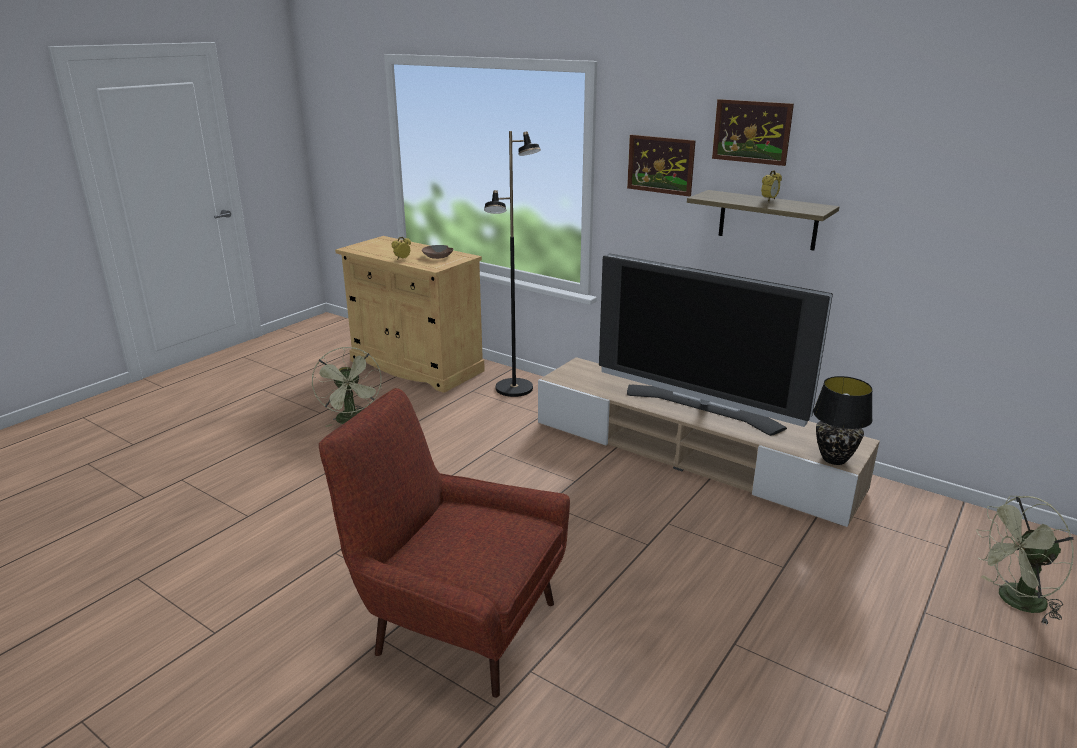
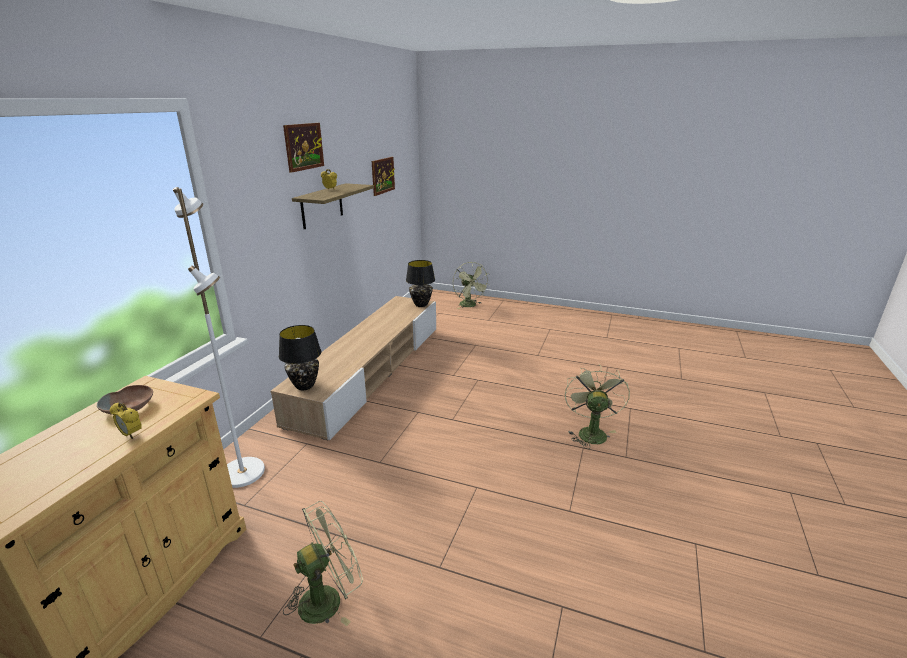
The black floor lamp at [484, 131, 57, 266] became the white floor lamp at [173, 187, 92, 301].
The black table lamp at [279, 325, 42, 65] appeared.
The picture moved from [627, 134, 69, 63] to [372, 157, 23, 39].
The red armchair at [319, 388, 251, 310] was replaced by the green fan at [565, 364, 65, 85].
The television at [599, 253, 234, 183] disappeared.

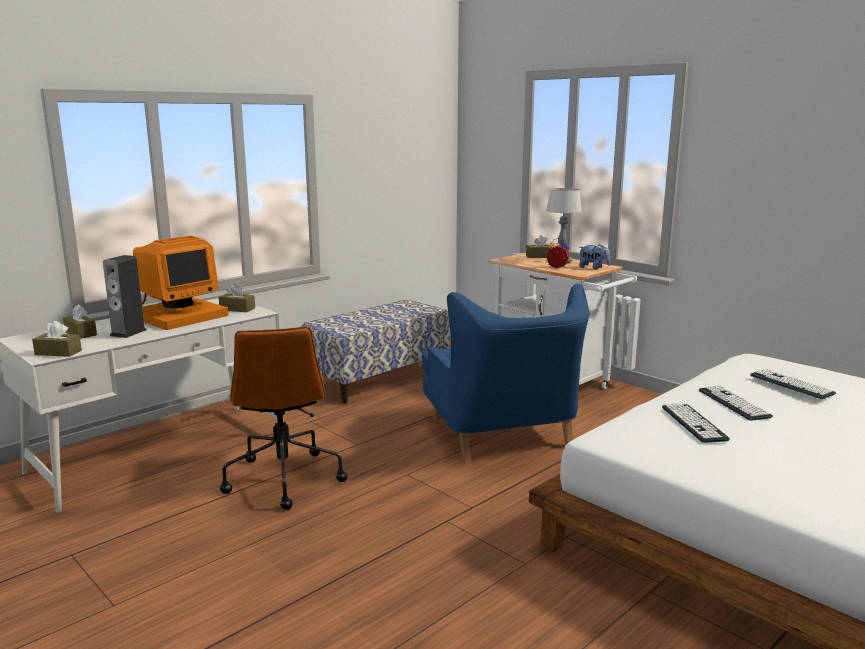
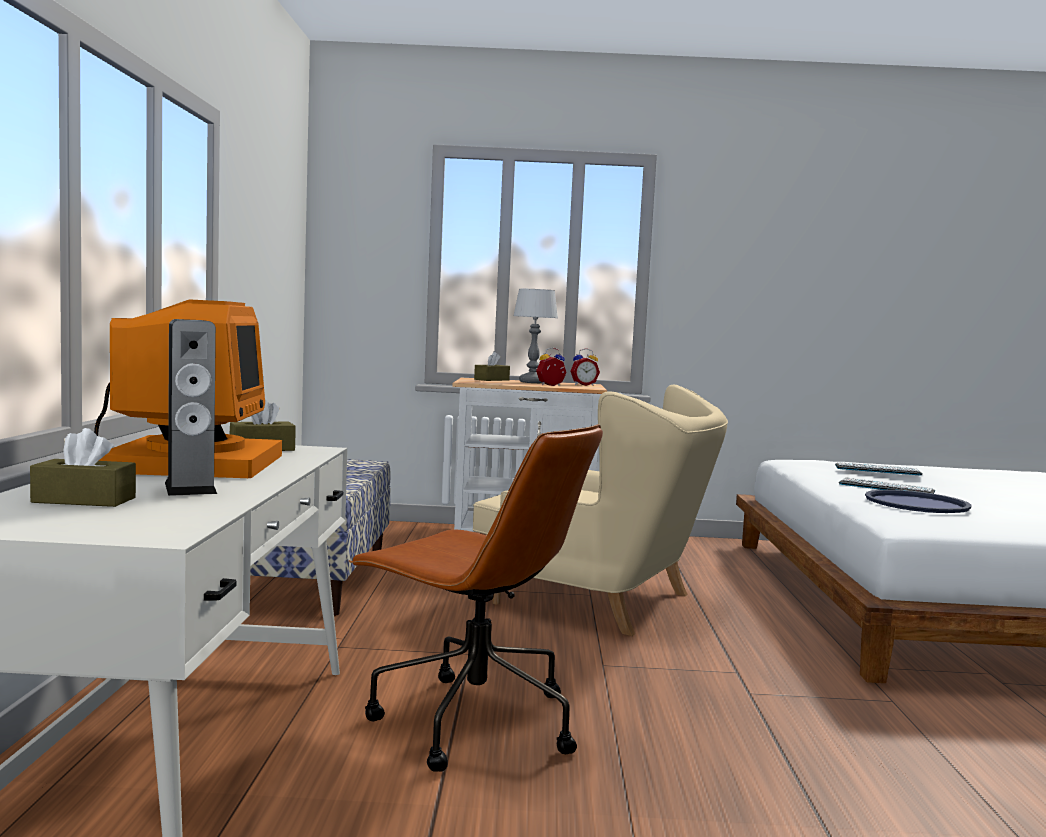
The blue armchair at [422, 284, 168, 180] became the beige armchair at [473, 385, 255, 251].
The plush toy at [579, 244, 31, 26] was replaced by the alarm clock at [570, 348, 30, 38].
The keyboard at [662, 403, 68, 40] was replaced by the blue tray at [865, 490, 106, 23].
The brown tissue box at [32, 321, 50, 36] disappeared.

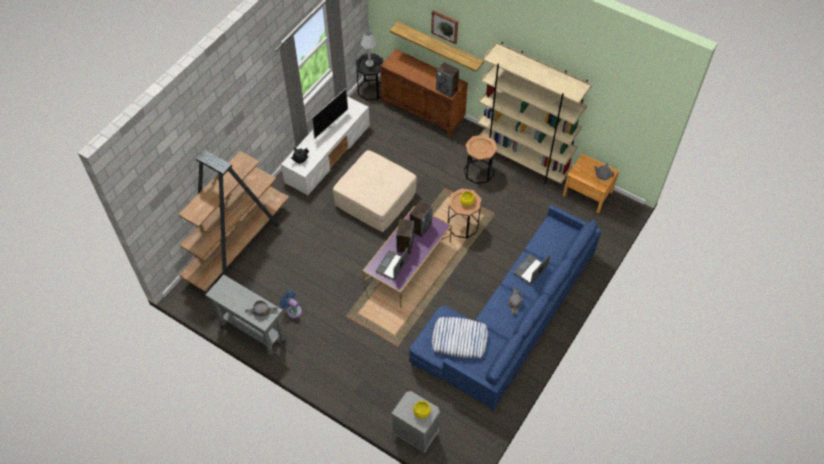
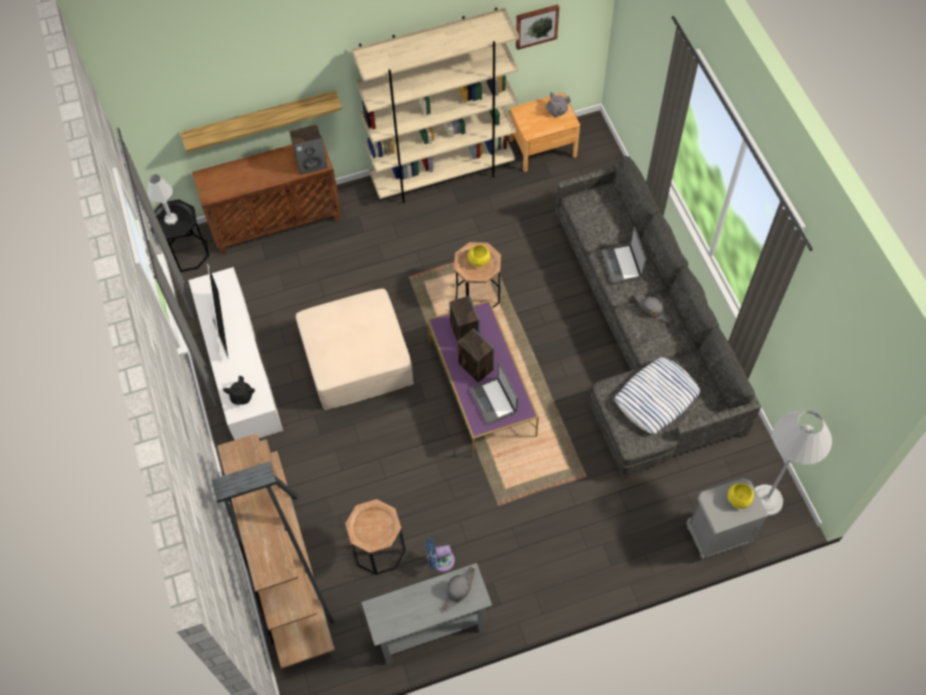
The brown side table moved from [464, 135, 33, 49] to [345, 499, 61, 76].
The picture moved from [431, 10, 27, 34] to [516, 5, 43, 45].
The blue sofa at [409, 205, 193, 208] became the grey sofa at [555, 156, 206, 323].
The white floor lamp at [755, 411, 77, 105] appeared.

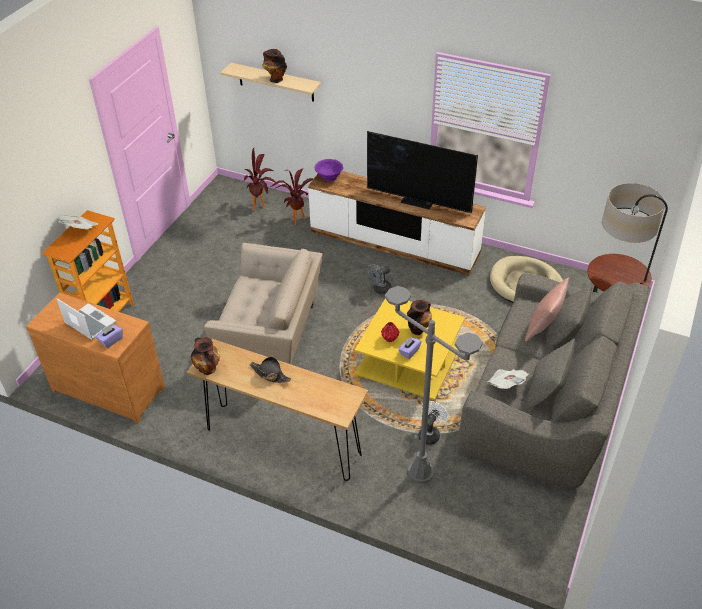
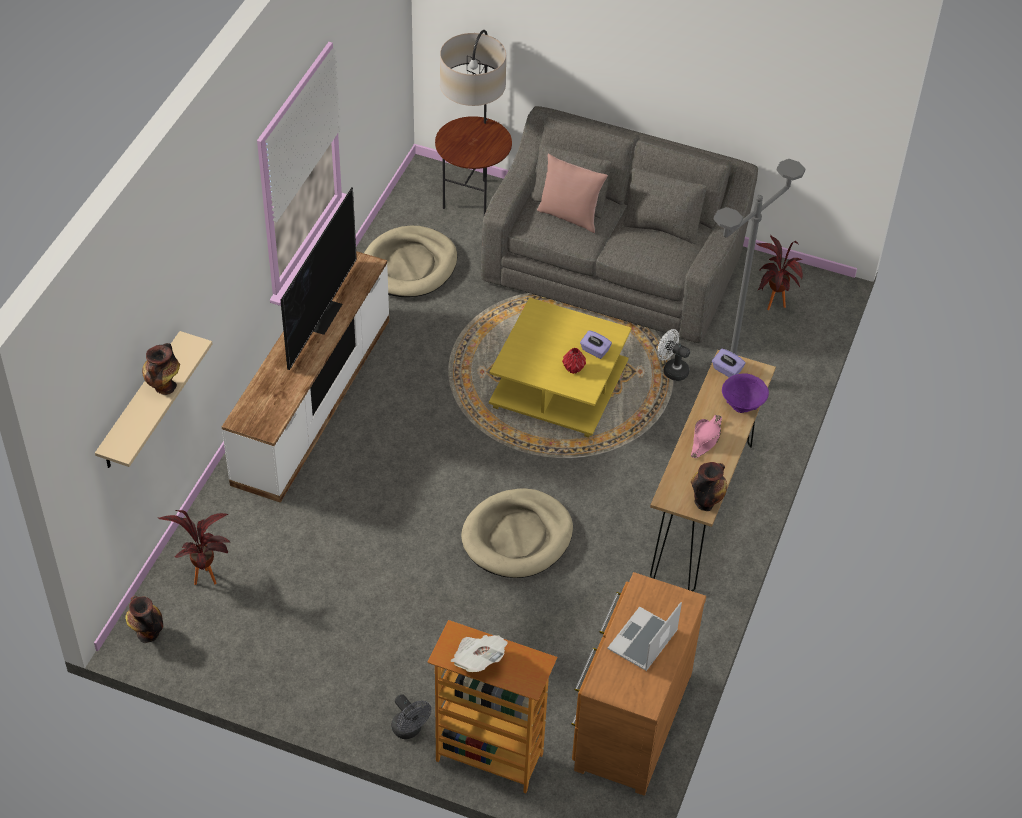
The vase moved from [407, 300, 25, 35] to [125, 596, 38, 47].
The grey fan moved from [367, 264, 25, 30] to [391, 694, 40, 45].
The beige armchair at [204, 243, 118, 121] was replaced by the beige dog bed at [461, 488, 112, 90].
The black hat at [250, 357, 41, 26] became the pink hat at [691, 415, 31, 43].
The purple tissue box moved from [96, 324, 27, 24] to [712, 349, 33, 29].
The purple bowl moved from [315, 159, 29, 23] to [722, 373, 47, 40].
The potted plant moved from [270, 168, 44, 57] to [756, 235, 47, 75].
The newspaper at [487, 369, 42, 20] disappeared.

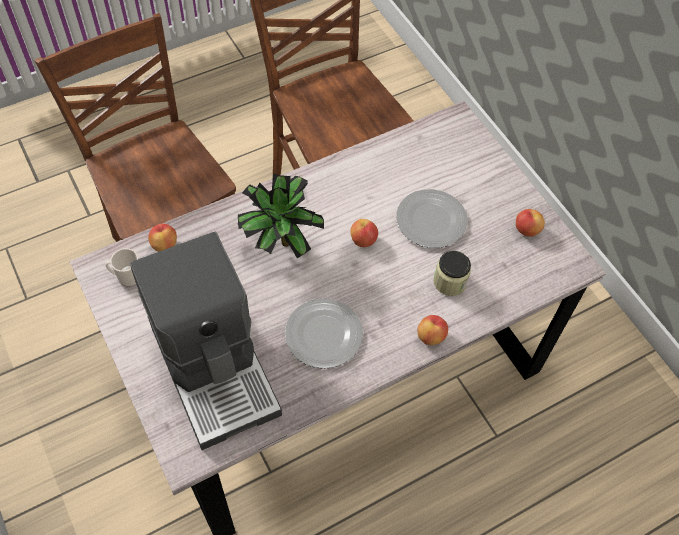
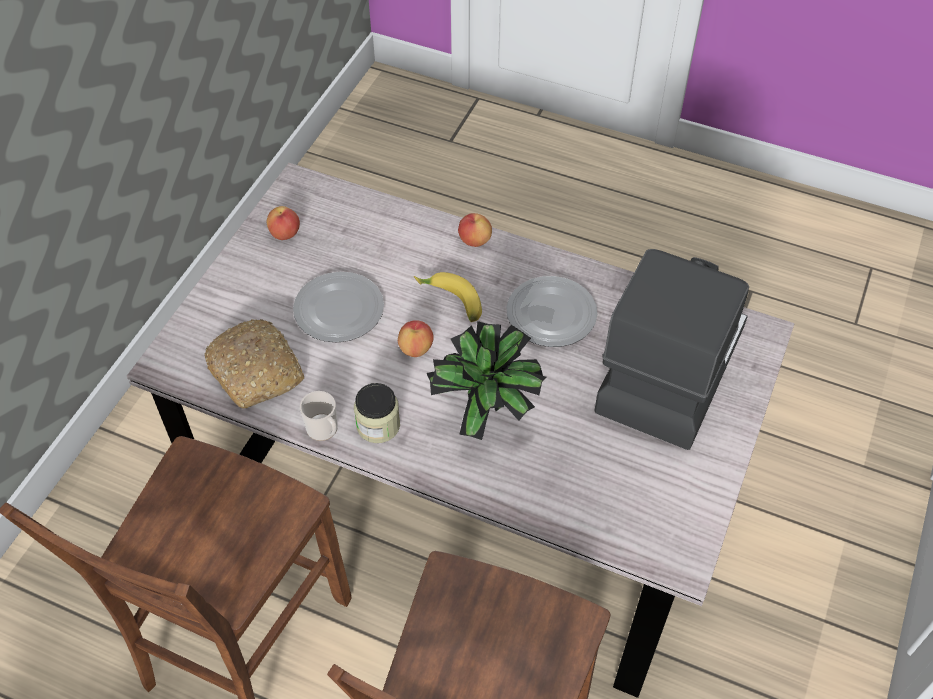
The bread at [204, 319, 100, 90] appeared.
The mug moved from [105, 248, 34, 39] to [300, 391, 38, 50].
The jar moved from [433, 251, 38, 45] to [354, 383, 46, 60].
The banana at [414, 272, 68, 50] appeared.
The apple at [148, 224, 29, 28] disappeared.

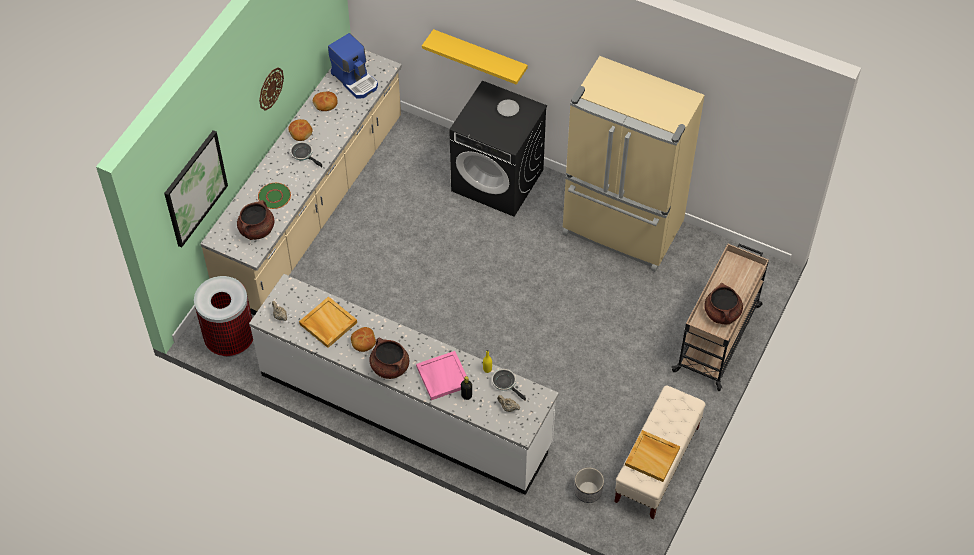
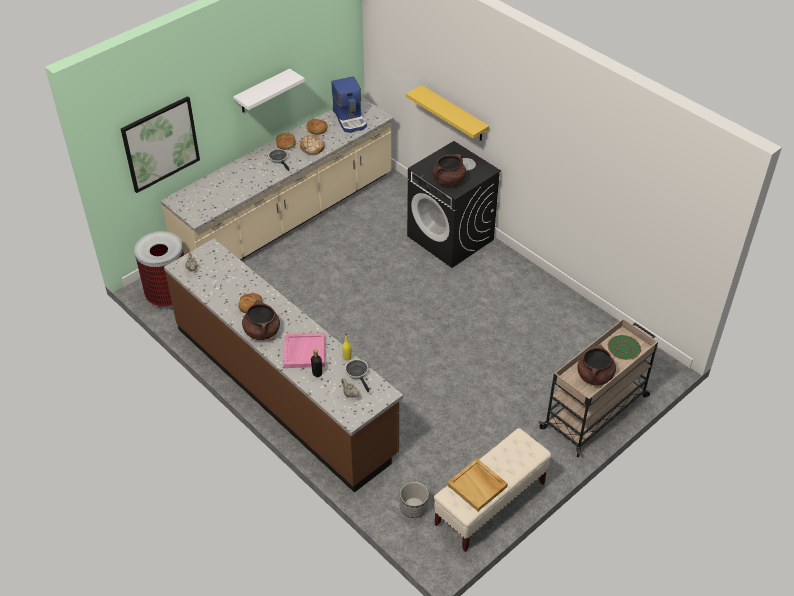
The white counter at [249, 274, 310, 221] became the brown counter at [164, 239, 239, 254].
The wall clock at [259, 67, 25, 44] was replaced by the white shelf at [233, 69, 72, 43].
The bread at [300, 134, 25, 21] appeared.
The brown cooking pot moved from [237, 200, 37, 40] to [433, 154, 33, 32].
The green plate moved from [258, 183, 33, 26] to [608, 335, 33, 25].
The beige tray at [299, 296, 58, 52] disappeared.
The beige fridge at [562, 56, 143, 216] disappeared.

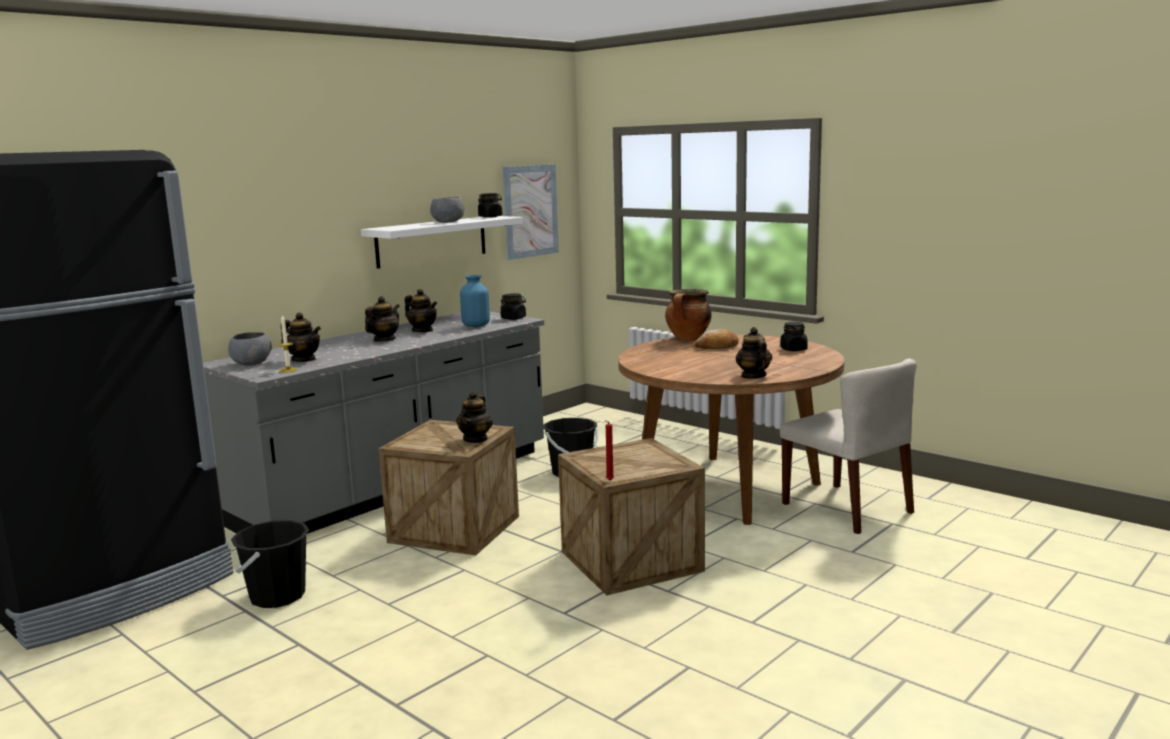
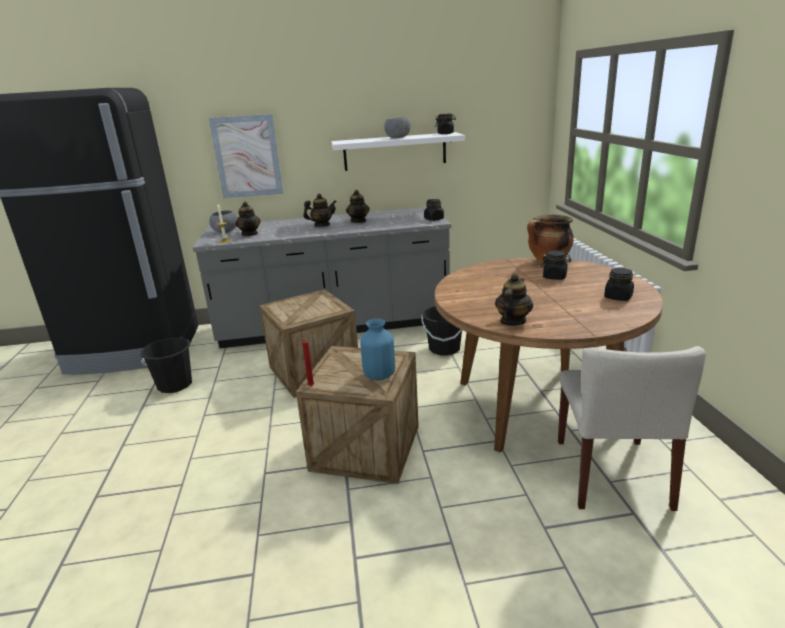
The picture moved from [502, 164, 57, 96] to [209, 114, 74, 85].
The blue vase moved from [460, 275, 30, 52] to [360, 319, 35, 61].
The bread at [694, 329, 45, 20] was replaced by the black jar at [541, 251, 30, 29].
The teapot at [456, 391, 37, 52] disappeared.

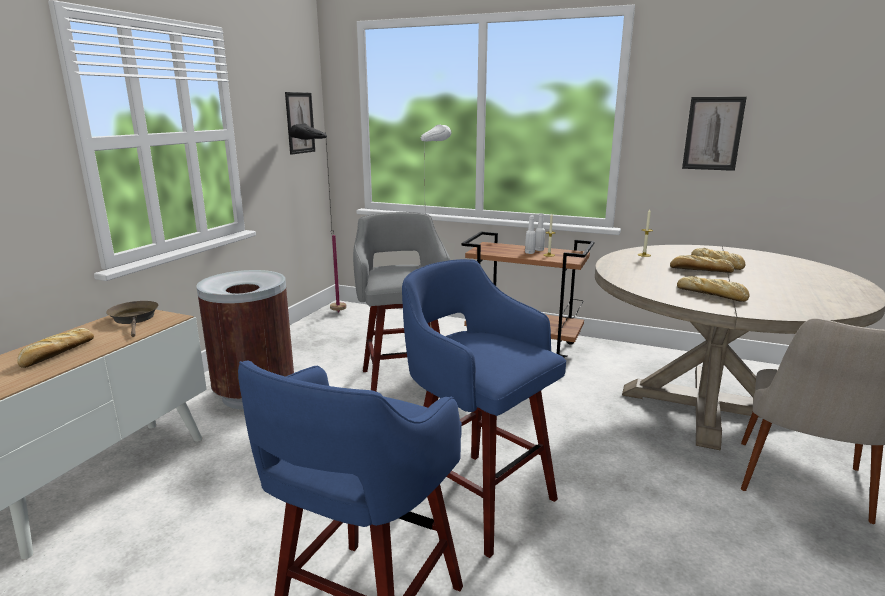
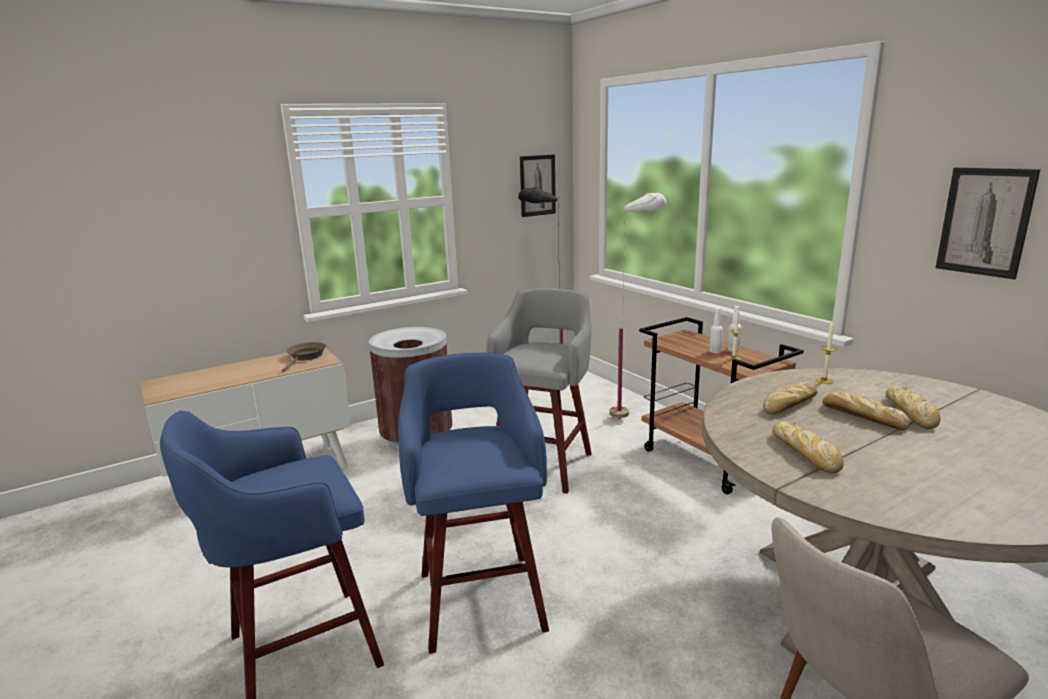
The bread moved from [17, 328, 77, 40] to [763, 382, 54, 32].

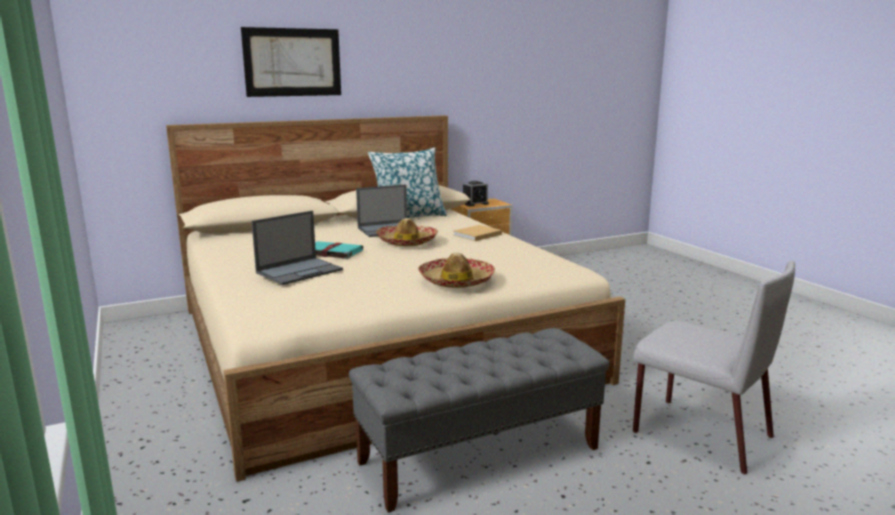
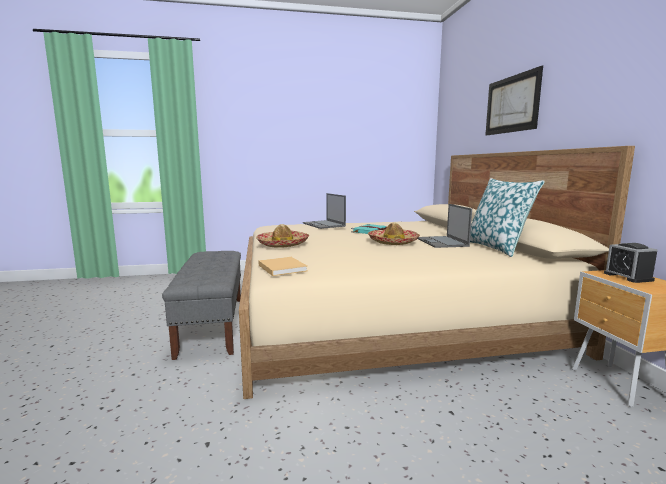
The beige book moved from [454, 225, 48, 16] to [258, 257, 50, 19].
The grey chair at [633, 261, 162, 214] disappeared.

